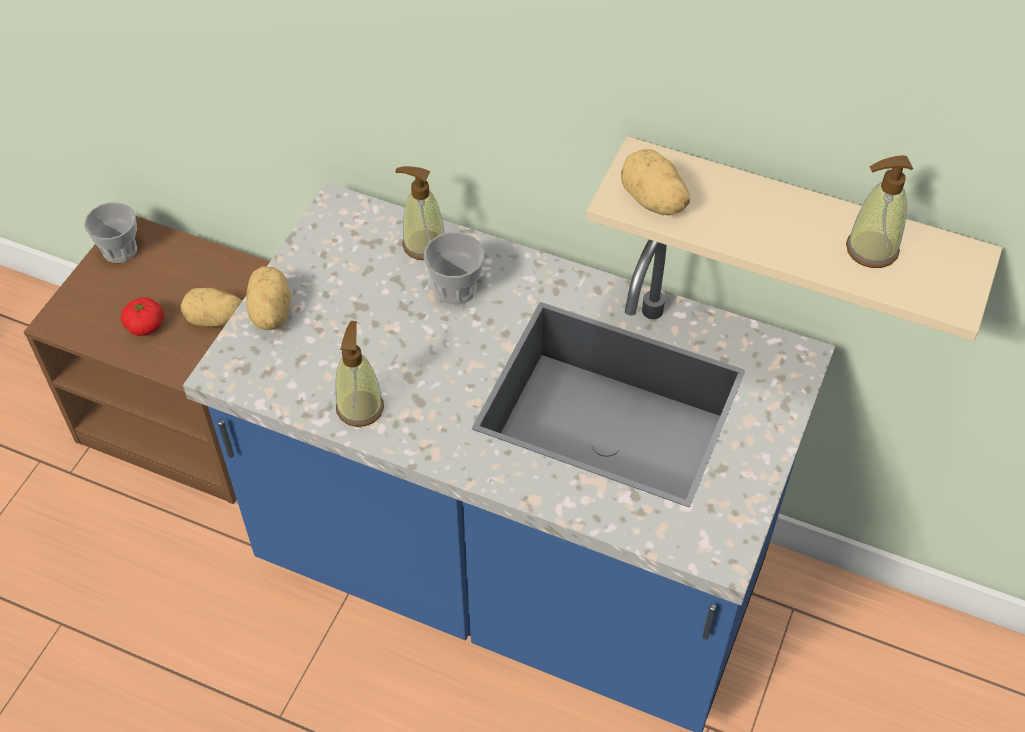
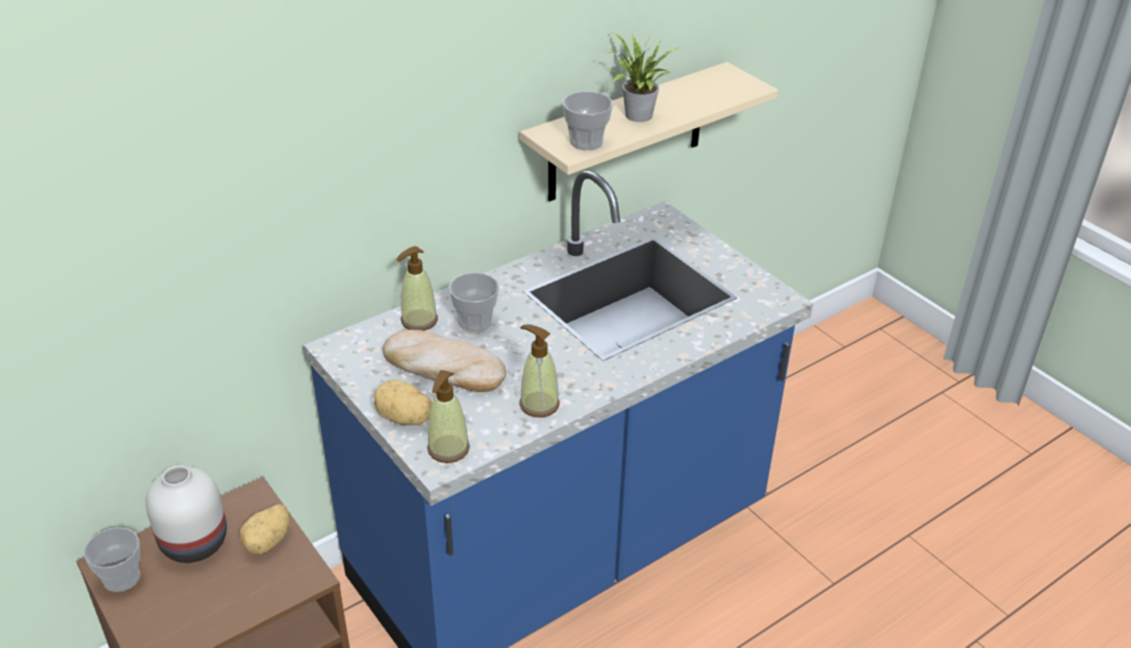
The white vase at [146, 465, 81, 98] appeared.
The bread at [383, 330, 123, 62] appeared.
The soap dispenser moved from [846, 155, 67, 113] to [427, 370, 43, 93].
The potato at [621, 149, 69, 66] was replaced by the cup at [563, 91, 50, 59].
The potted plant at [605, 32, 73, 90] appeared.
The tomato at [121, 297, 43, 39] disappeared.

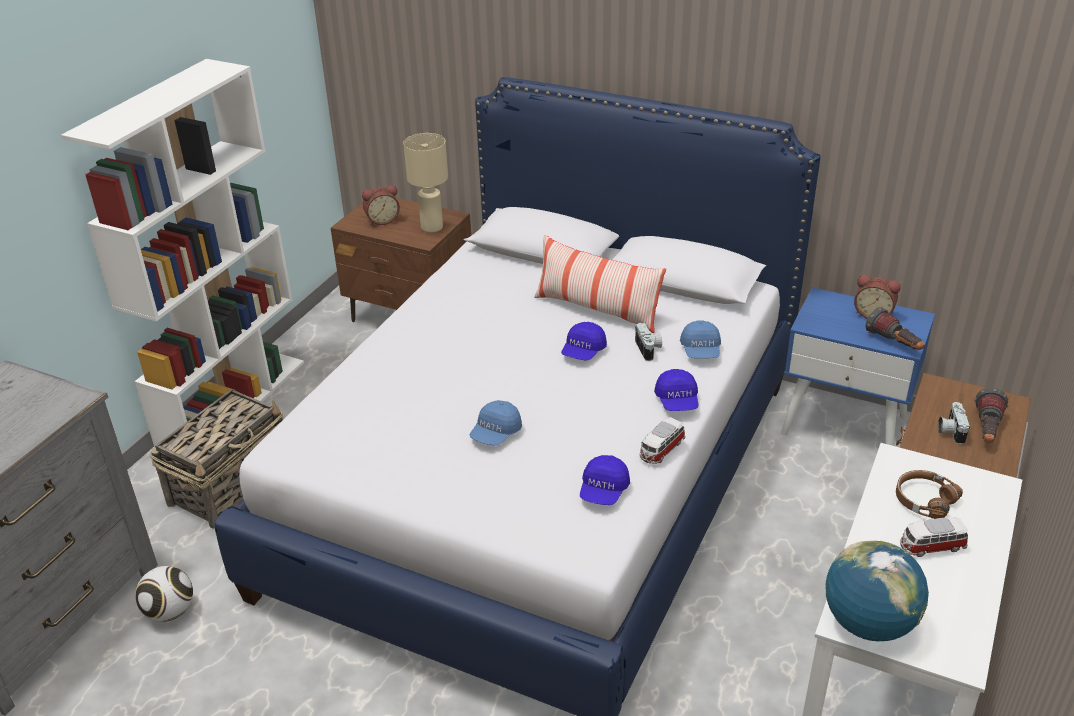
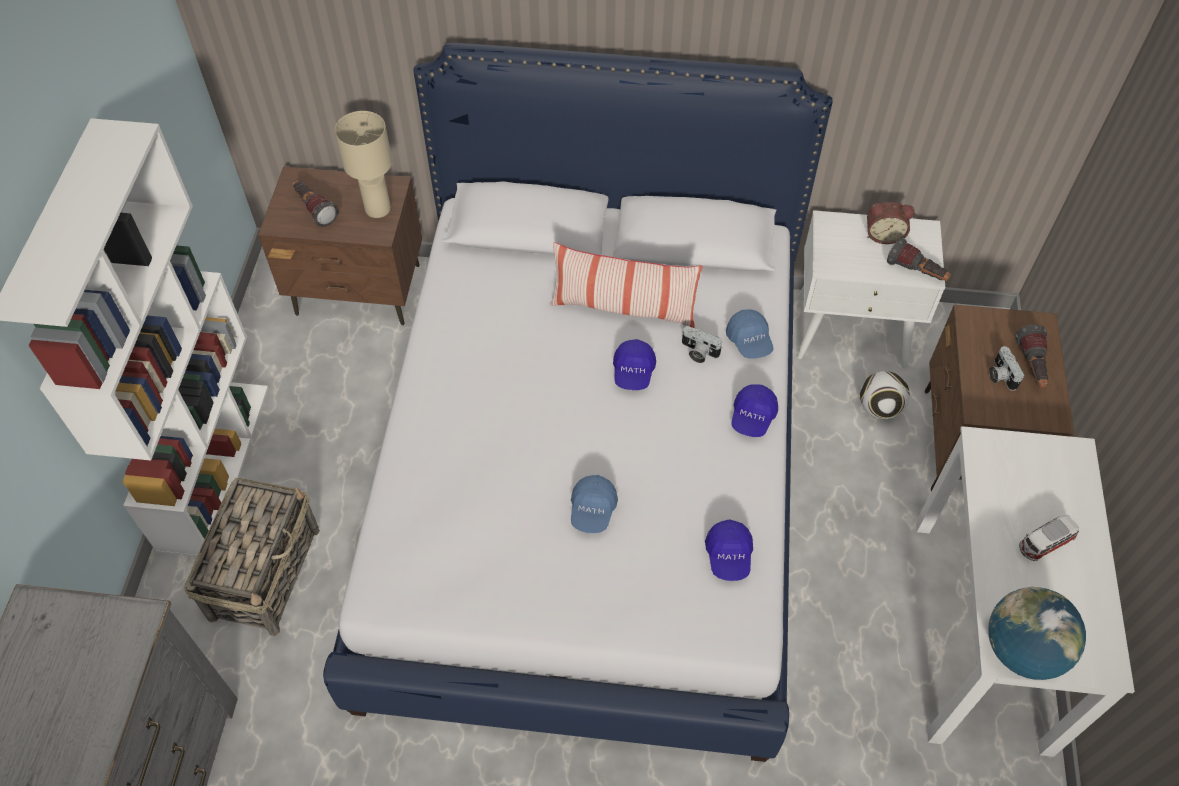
The alarm clock at [362, 185, 38, 40] was replaced by the flashlight at [293, 180, 46, 47].
The photo camera at [635, 323, 27, 38] turned 150 degrees clockwise.
The blue cap at [654, 369, 44, 42] turned 45 degrees clockwise.
The blue nightstand at [781, 287, 154, 159] became the white nightstand at [797, 210, 148, 159].
The football moved from [135, 566, 58, 56] to [860, 371, 50, 48].
The toy car at [639, 417, 46, 47] disappeared.
The brown headphones at [896, 470, 67, 49] disappeared.

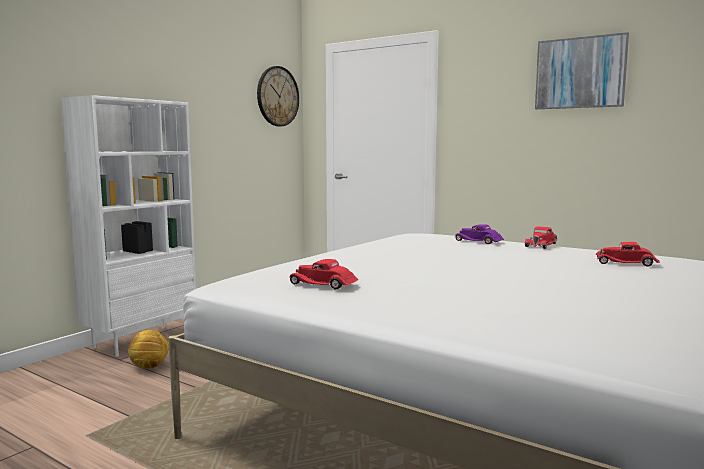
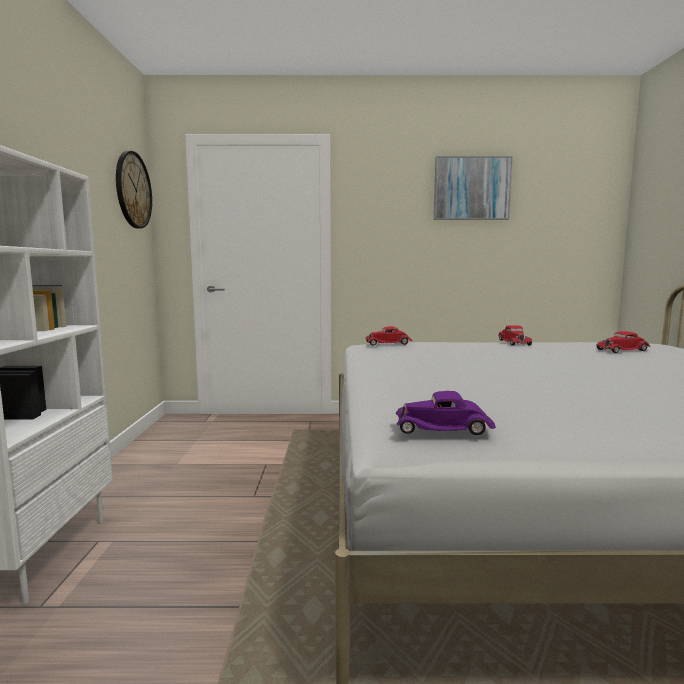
The red toy car moved from [289, 259, 69, 30] to [365, 326, 48, 20].
The purple toy car moved from [455, 224, 49, 20] to [396, 391, 100, 44].
The football at [128, 330, 41, 39] disappeared.

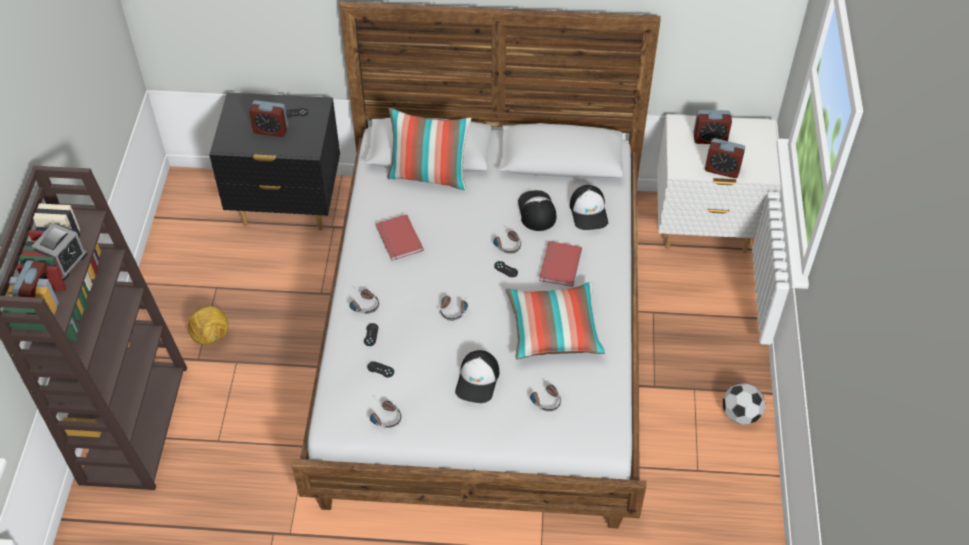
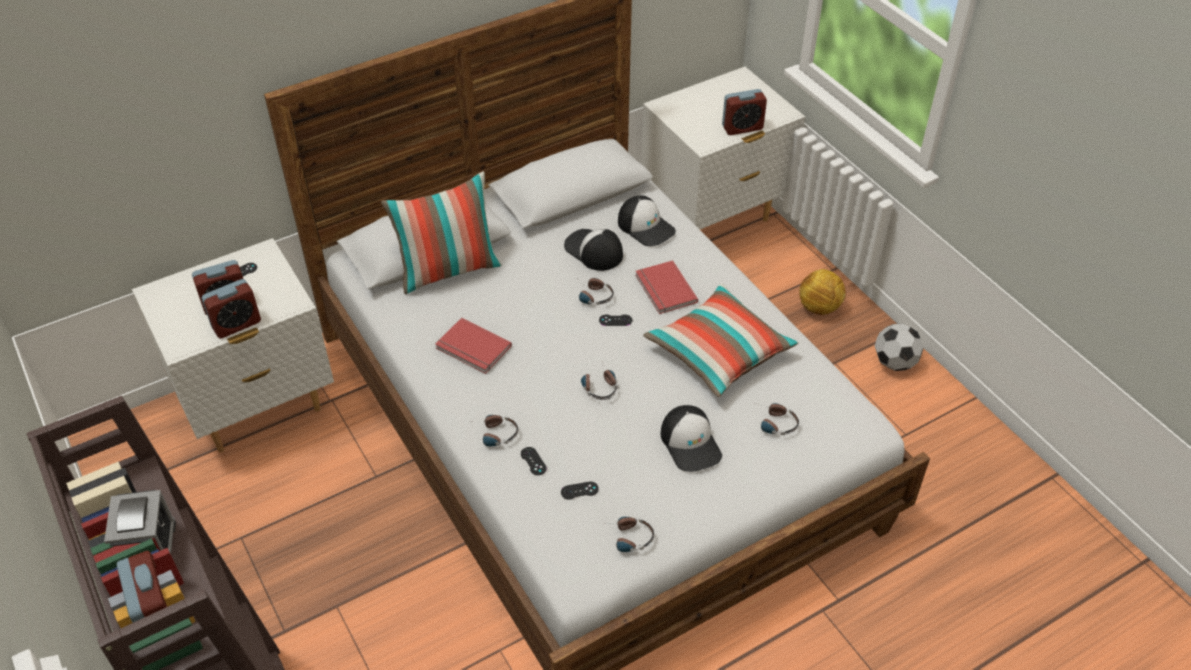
The black nightstand at [209, 93, 131, 137] became the white nightstand at [132, 238, 202, 214].
The alarm clock moved from [693, 110, 39, 34] to [202, 279, 59, 59].
The football moved from [188, 306, 41, 39] to [799, 269, 47, 46].

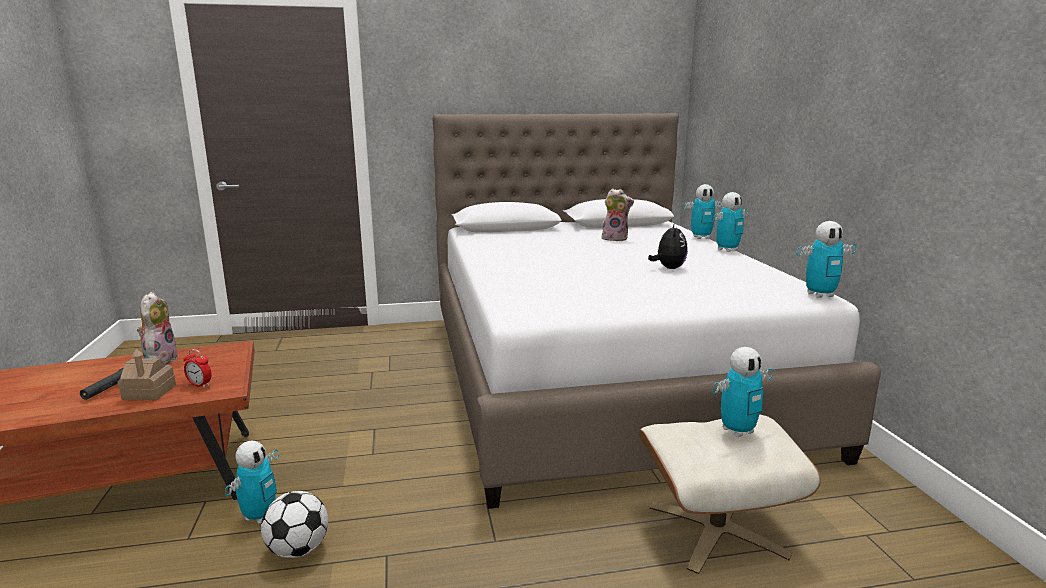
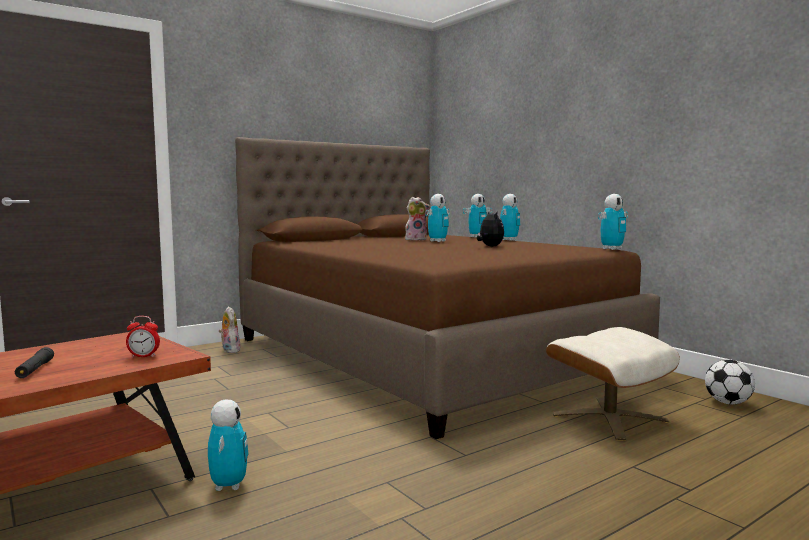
The plush toy moved from [137, 292, 42, 72] to [219, 306, 22, 47].
The white bed at [433, 113, 448, 396] became the brown bed at [235, 137, 425, 302].
The toy robot moved from [712, 347, 61, 90] to [425, 194, 25, 48].
The football moved from [261, 491, 67, 67] to [705, 360, 50, 44].
The toy house at [117, 349, 59, 51] disappeared.

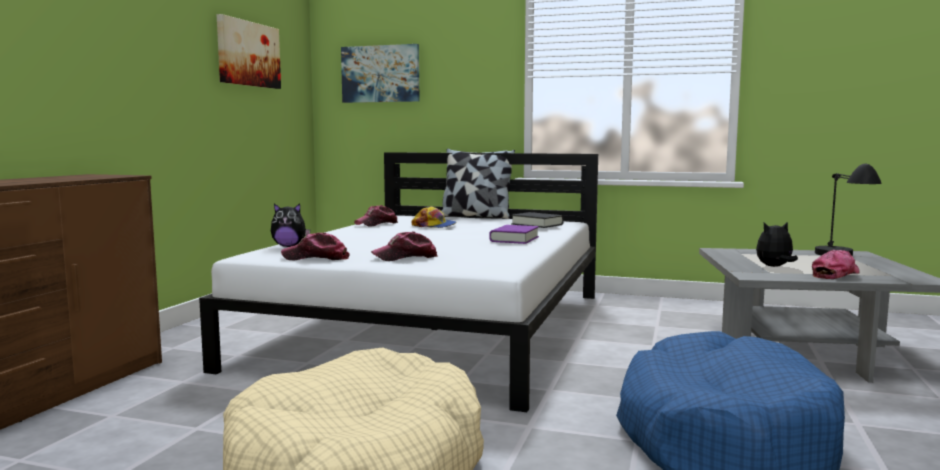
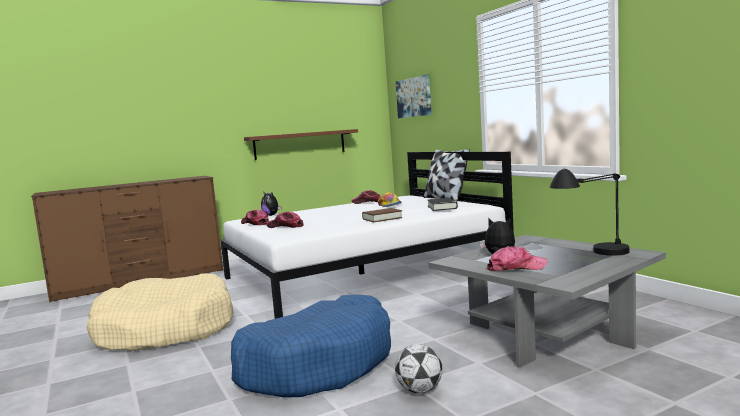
The brown shelf at [244, 129, 114, 31] appeared.
The purple book at [489, 225, 50, 19] became the brown book at [362, 208, 41, 14].
The football at [395, 344, 48, 49] appeared.
The picture at [217, 14, 64, 75] disappeared.

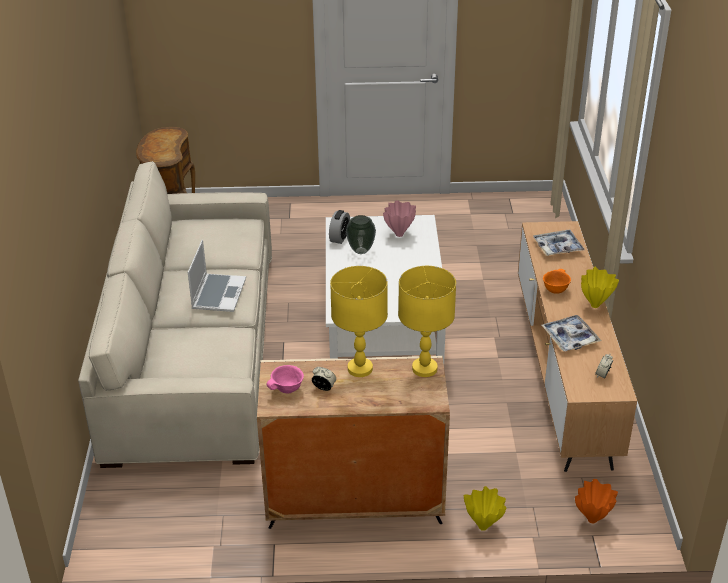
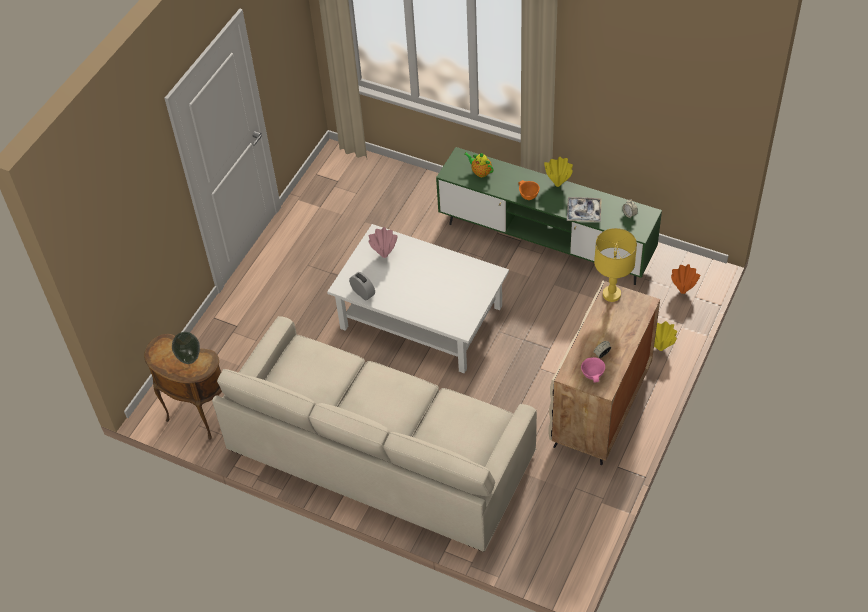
The vase moved from [346, 215, 30, 39] to [172, 332, 28, 32].
The brown tv stand at [518, 221, 119, 251] became the green tv stand at [436, 147, 226, 138].
The tray at [533, 230, 52, 26] was replaced by the teapot at [464, 153, 30, 24].
The laptop at [188, 240, 58, 72] disappeared.
The yellow table lamp at [330, 266, 58, 111] disappeared.

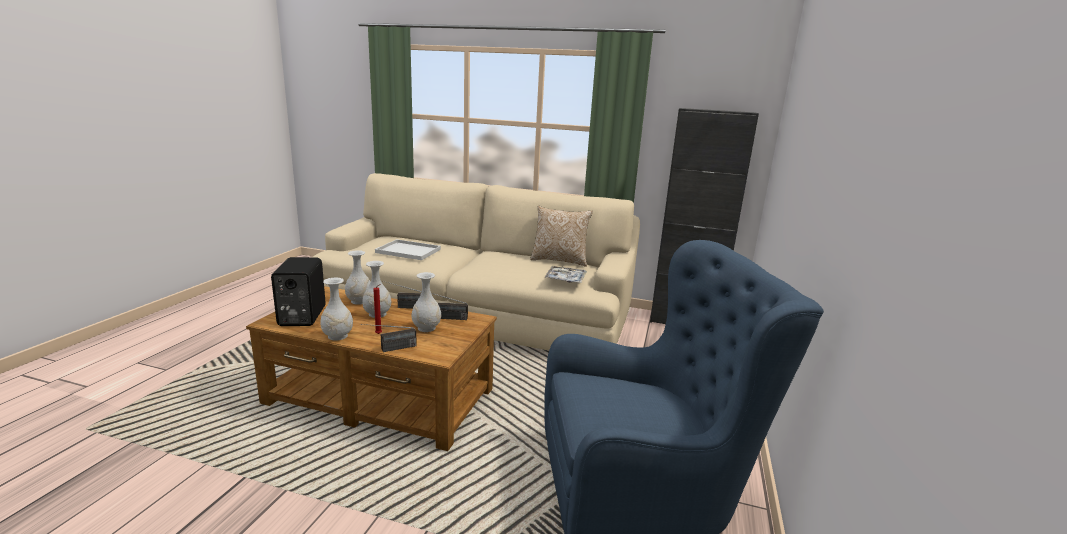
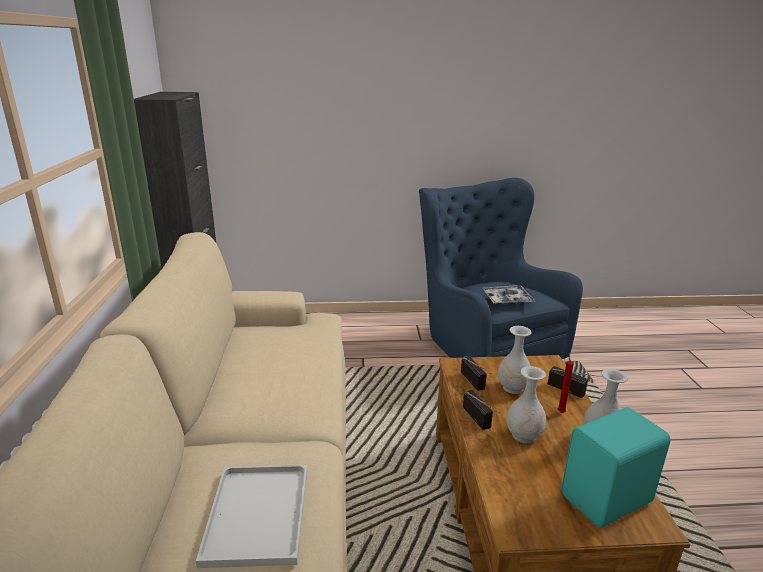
The tray moved from [544, 266, 43, 17] to [483, 285, 52, 19].
The black speaker at [271, 257, 55, 69] became the turquoise speaker at [561, 407, 110, 121].
The white vase at [345, 250, 26, 55] disappeared.
The pillow at [530, 206, 63, 61] disappeared.

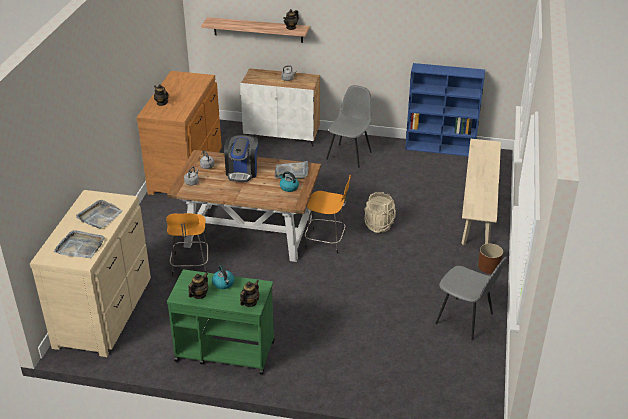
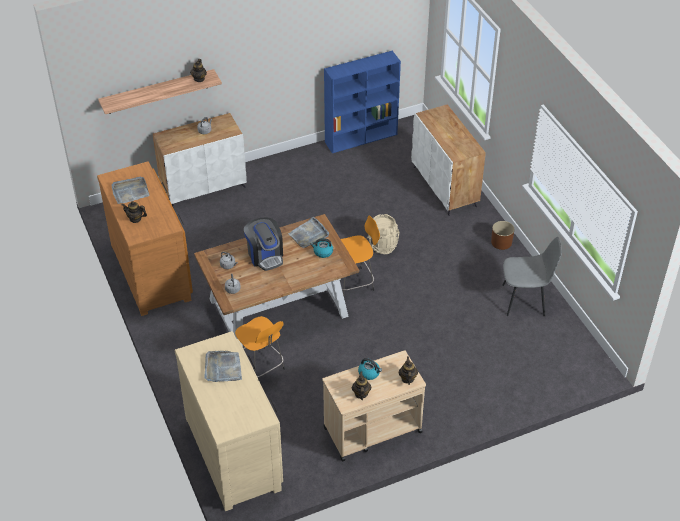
The grey tray moved from [54, 230, 51, 28] to [111, 177, 39, 27].
The green cart at [167, 270, 108, 105] became the beige cart at [322, 350, 104, 111].
The beige bench at [461, 139, 40, 106] was replaced by the white cabinet at [411, 104, 75, 112].
The grey chair at [326, 85, 46, 83] disappeared.

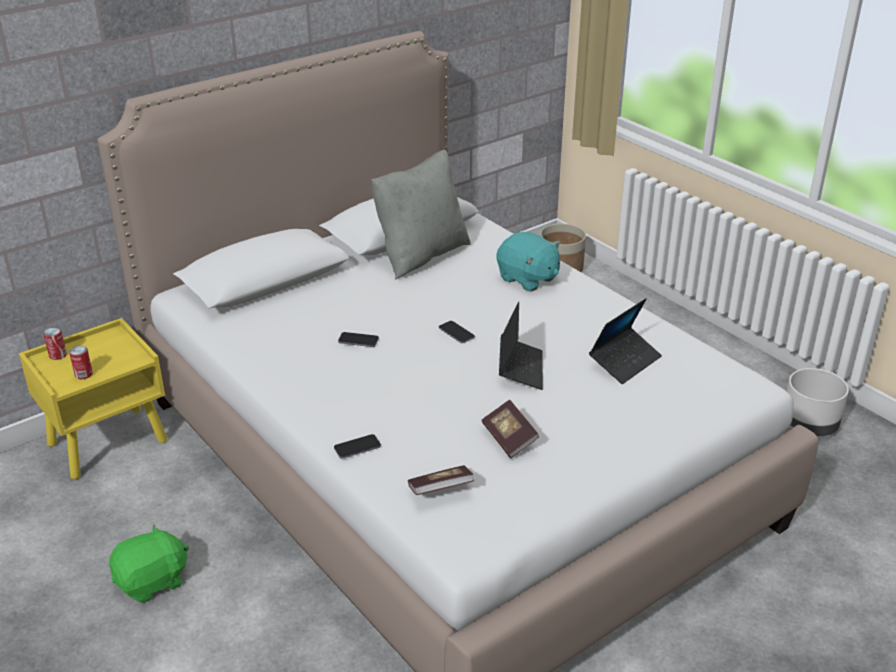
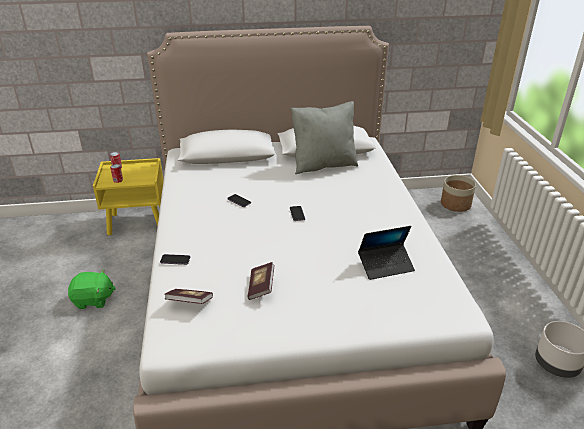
The turquoise plush toy at [497, 232, 64, 59] disappeared.
The laptop at [499, 302, 44, 88] disappeared.

